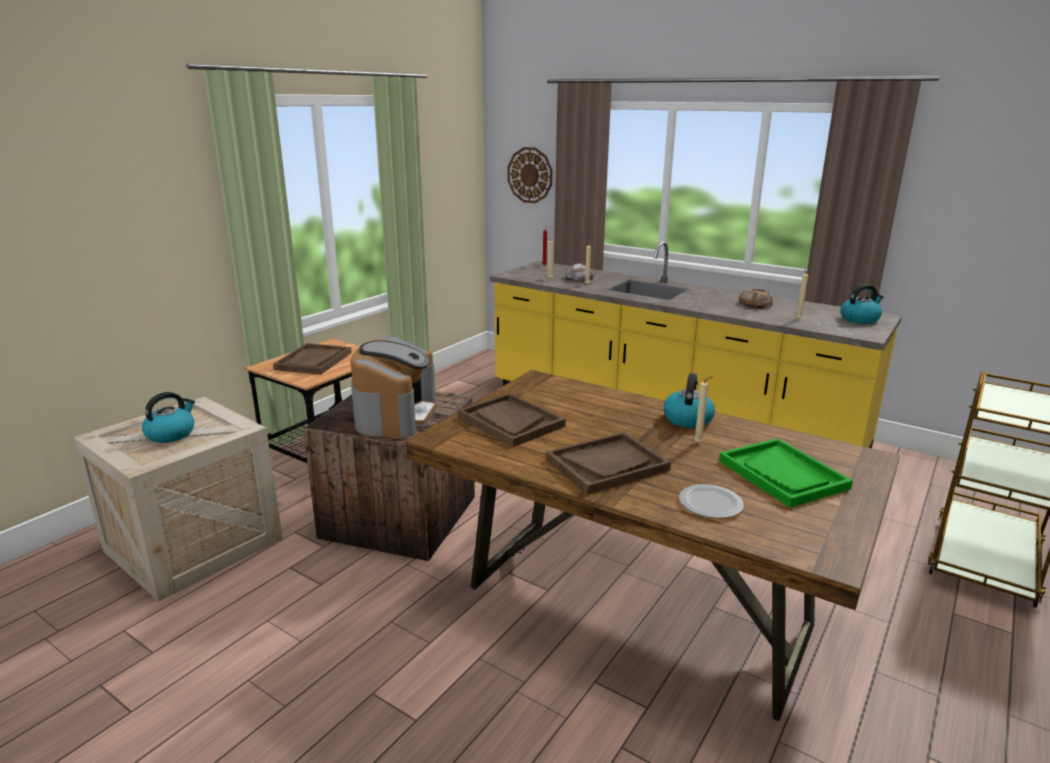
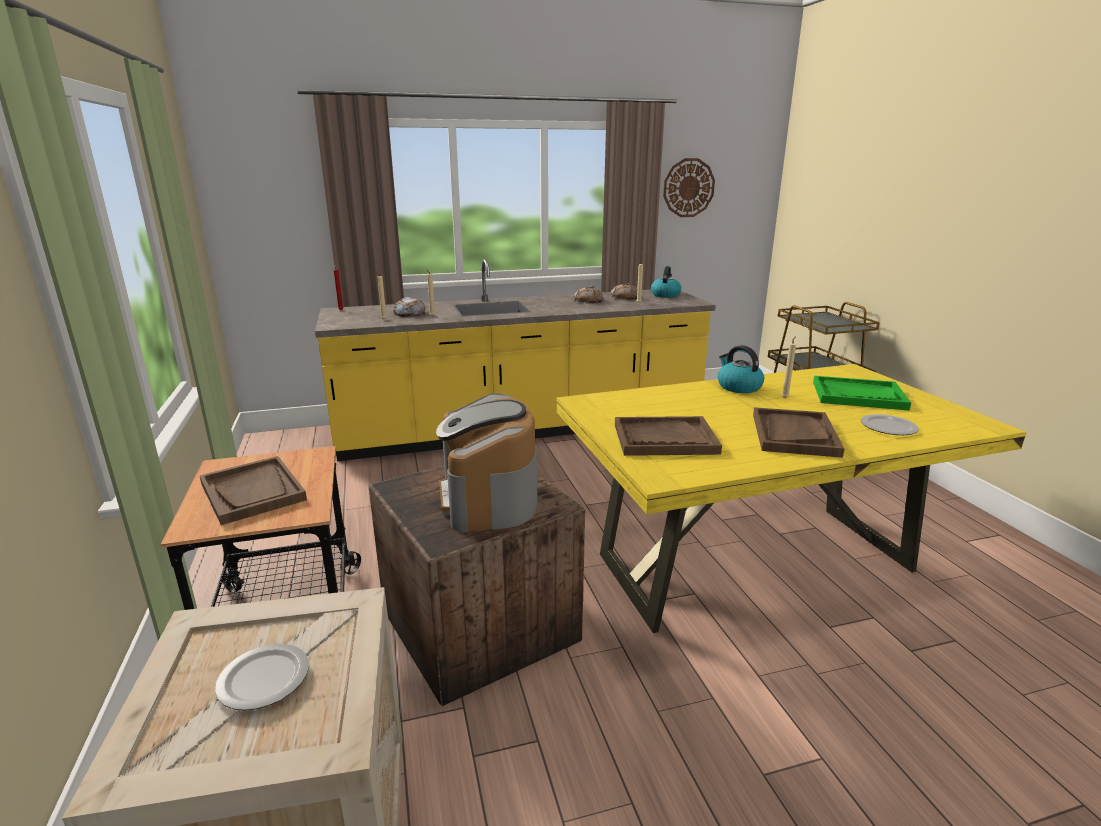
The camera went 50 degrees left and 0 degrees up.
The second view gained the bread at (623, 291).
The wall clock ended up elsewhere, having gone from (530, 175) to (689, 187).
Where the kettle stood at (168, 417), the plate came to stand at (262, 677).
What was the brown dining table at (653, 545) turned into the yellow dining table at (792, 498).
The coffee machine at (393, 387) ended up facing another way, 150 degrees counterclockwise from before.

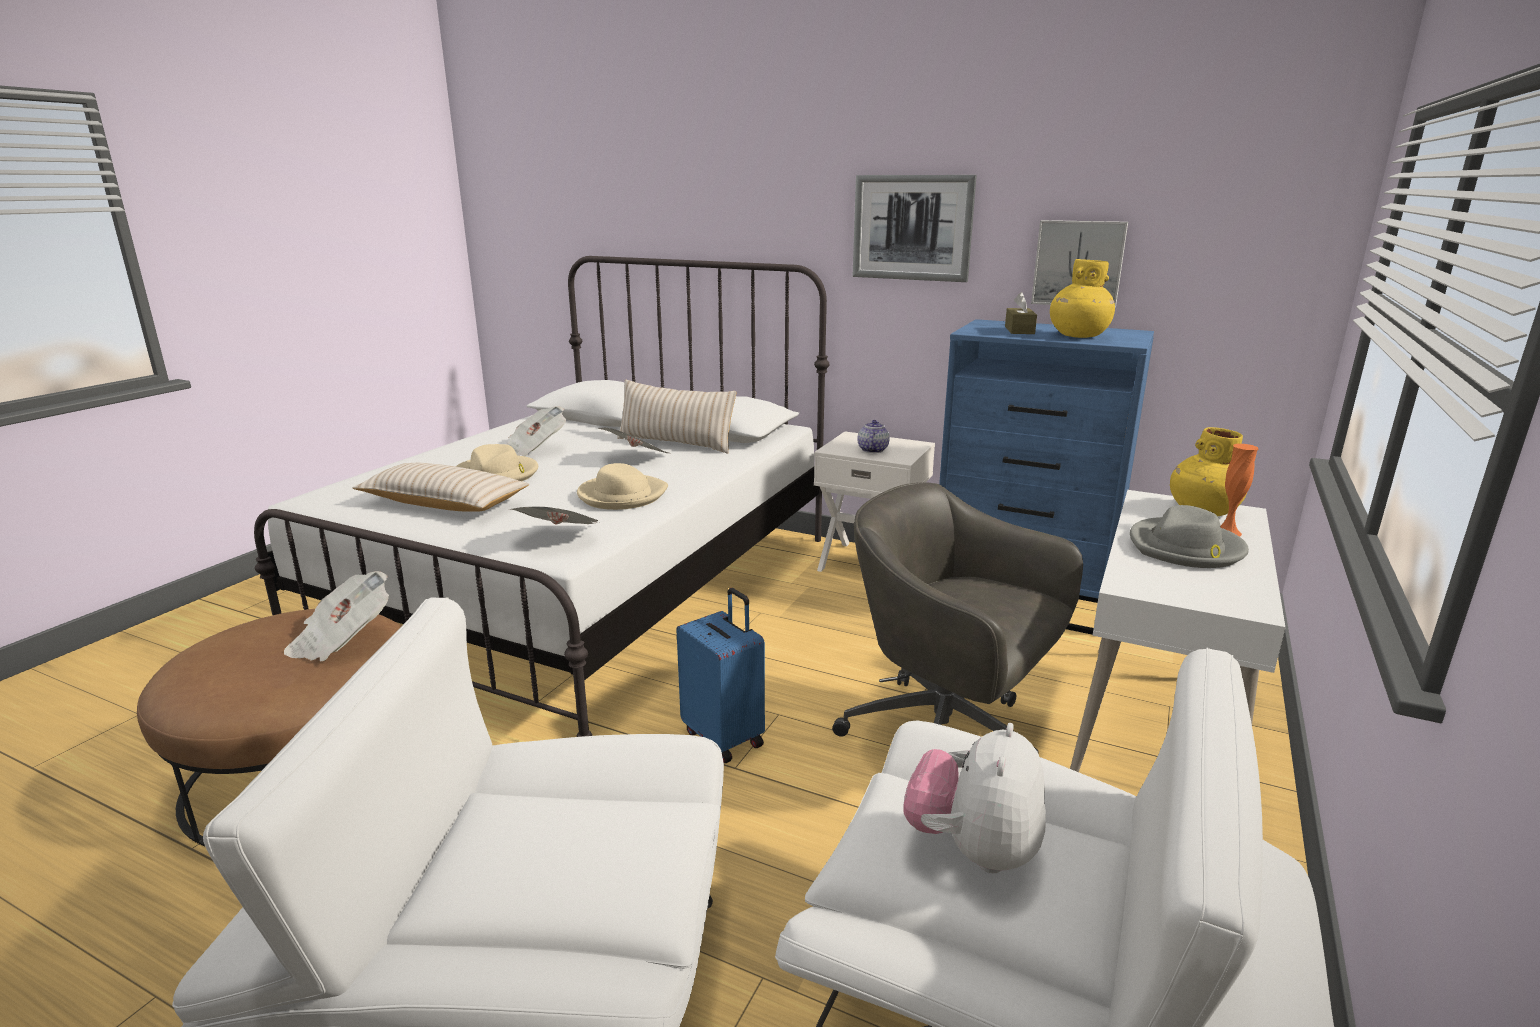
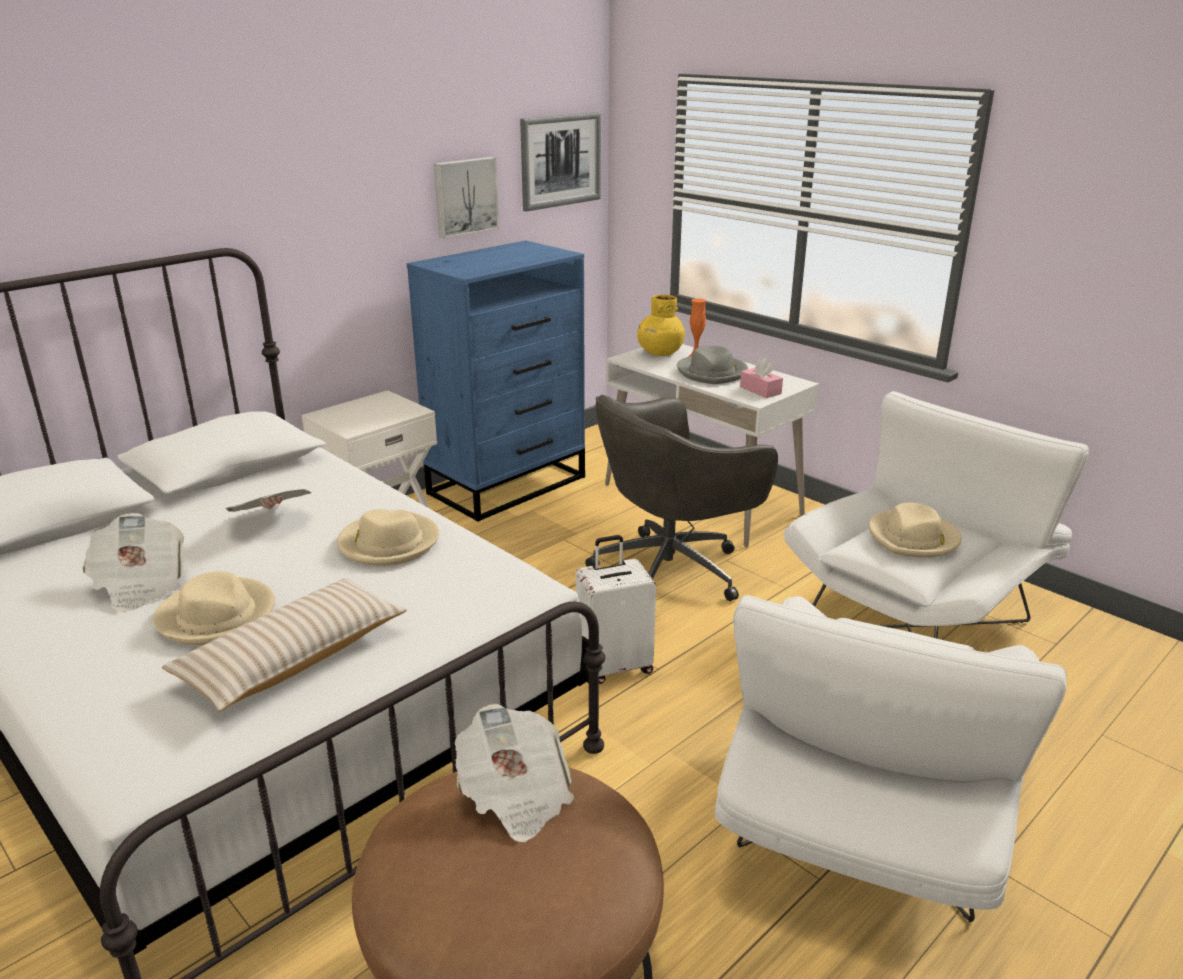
The camera went 70 degrees left and 5 degrees up.
The second view lost the newspaper at (555, 515).
The second view lost the beige pillow at (677, 417).
The second view lost the teapot at (873, 436).
The second view lost the brown tissue box at (1021, 313).
The second view lost the yellow vase at (1082, 298).
The second view gained the pink tissue box at (761, 378).
The picture ended up elsewhere, having gone from (915, 228) to (560, 161).
Where the plush toy stood at (974, 798), the beige hat came to stand at (915, 530).
What was the blue suitcase at (720, 675) turned into the white suitcase at (616, 609).

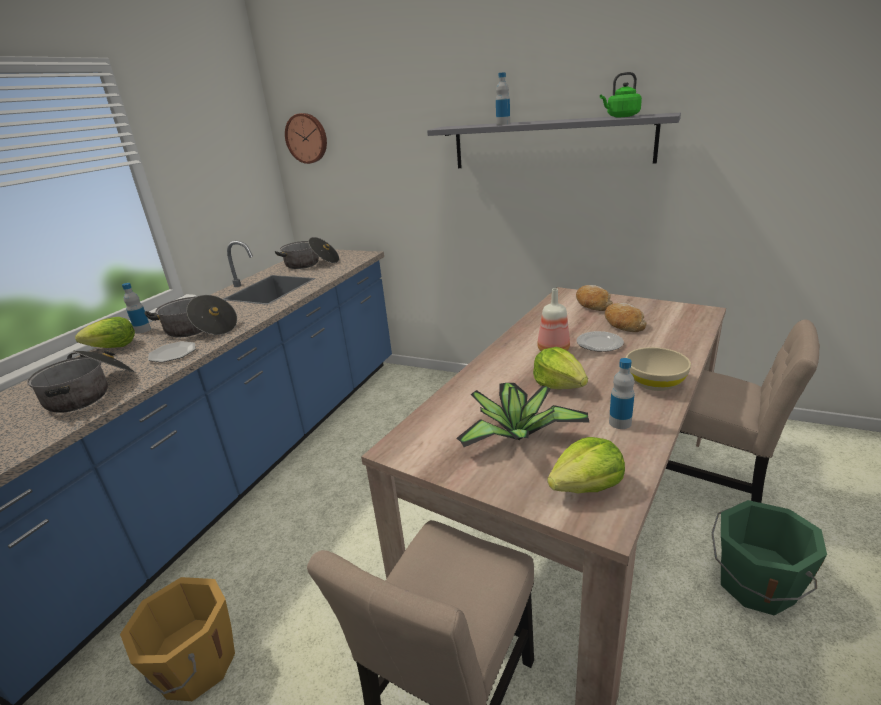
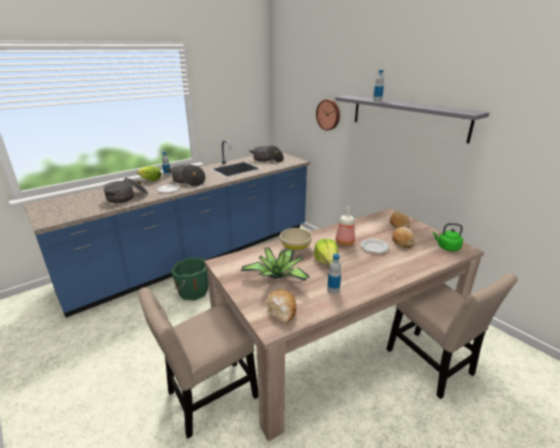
The camera went 25 degrees right and 0 degrees up.
The second view lost the orange bucket at (177, 639).
The wall clock ended up elsewhere, having gone from (306, 138) to (328, 114).
The green kettle ended up elsewhere, having gone from (621, 94) to (448, 237).
The beige bowl ended up elsewhere, having gone from (658, 369) to (296, 239).
The green bucket ended up elsewhere, having gone from (769, 558) to (189, 279).
Where the lettuce stood at (586, 465), the bread came to stand at (281, 306).

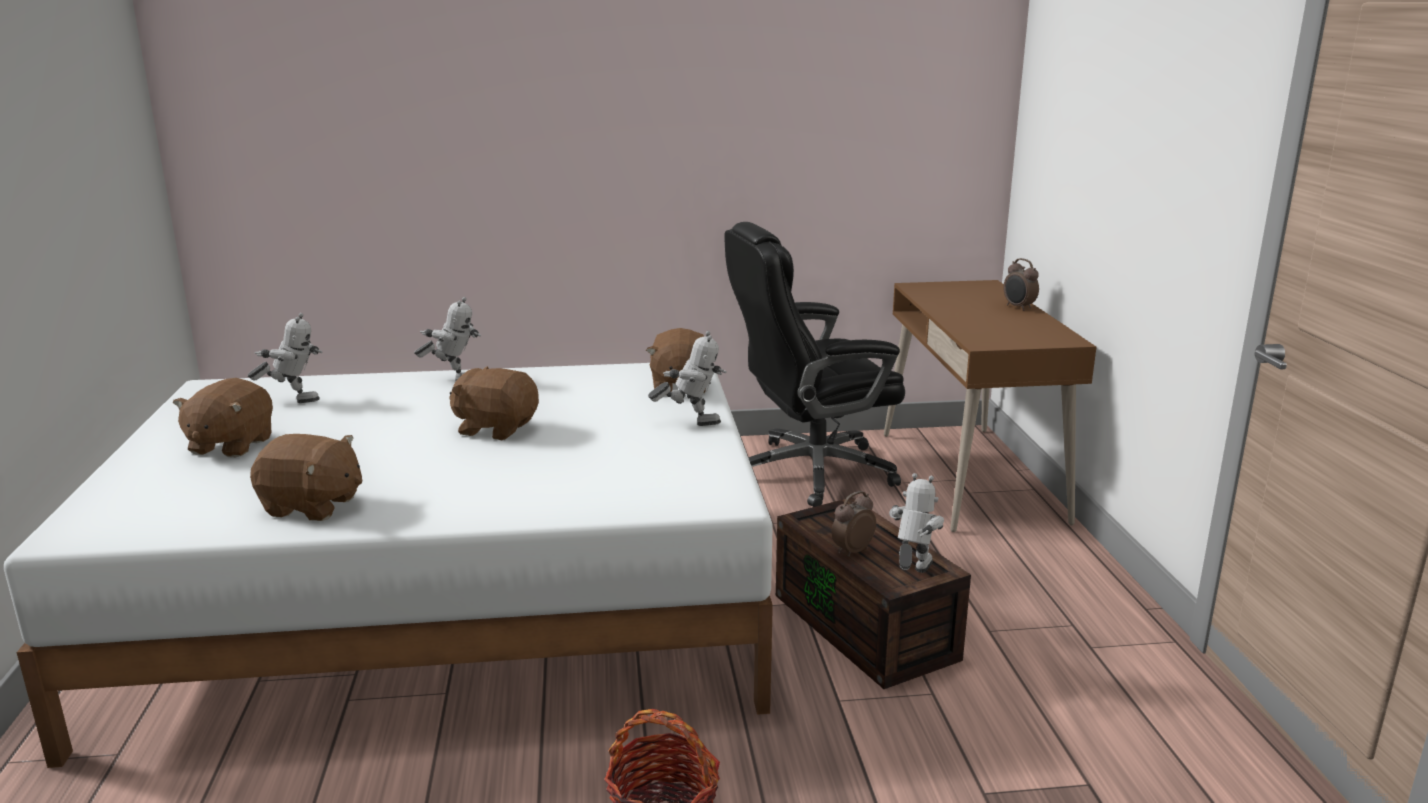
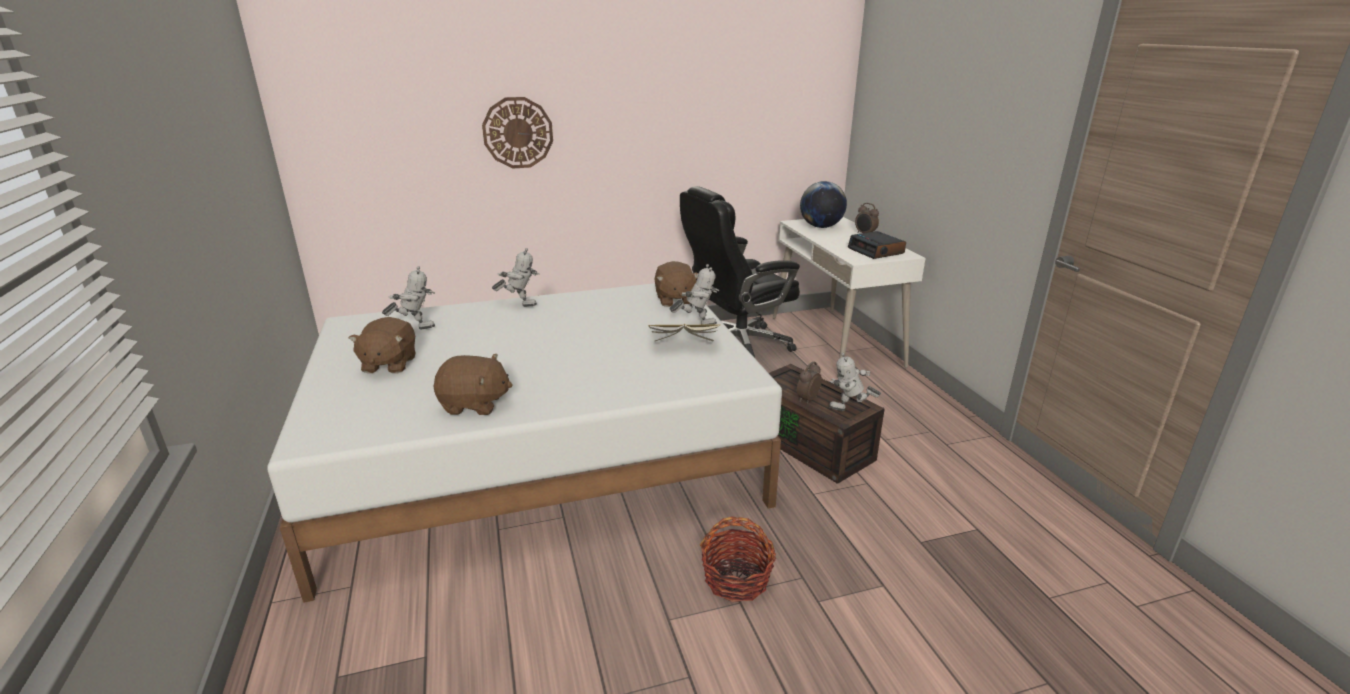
The camera went 10 degrees left and 5 degrees up.
The second view lost the brown plush toy at (494, 403).
The second view gained the wall clock at (517, 133).
The second view gained the book at (684, 332).
The second view gained the globe at (823, 204).
The second view gained the alarm clock at (877, 245).
What was the brown desk at (990, 406) turned into the white desk at (849, 297).
The toy robot at (916, 523) ended up facing another way, 105 degrees counterclockwise from before.

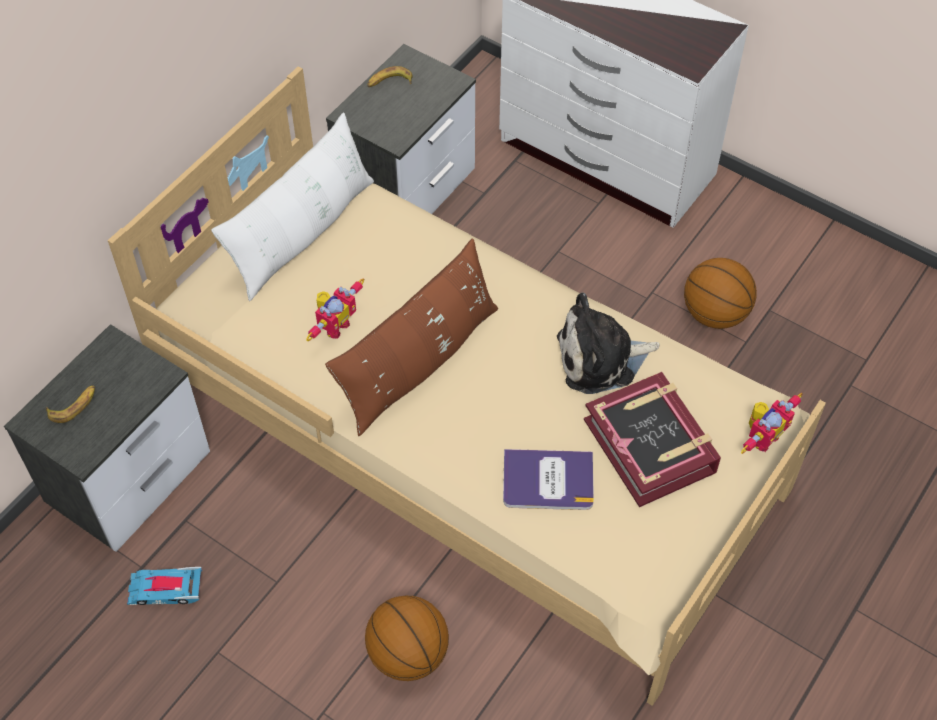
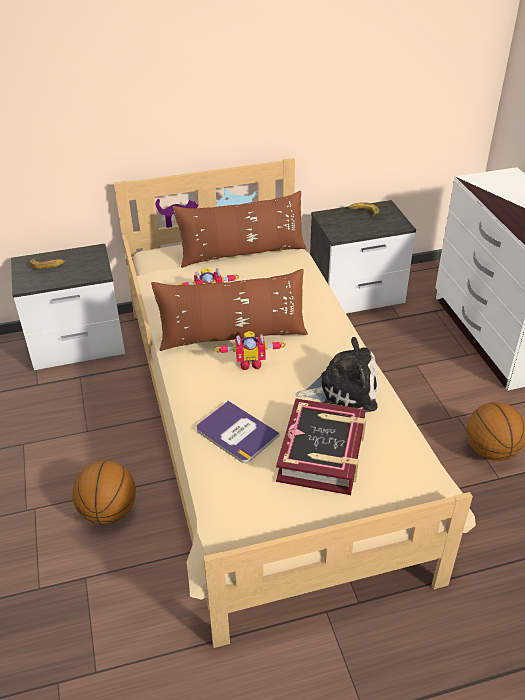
The camera went 40 degrees right and 15 degrees down.
The second view lost the toy car at (164, 586).
The toy robot ended up elsewhere, having gone from (772, 423) to (250, 350).
What was the white pillow at (292, 207) turned into the brown pillow at (240, 229).
The plush toy at (608, 343) ended up facing another way, 150 degrees clockwise from before.

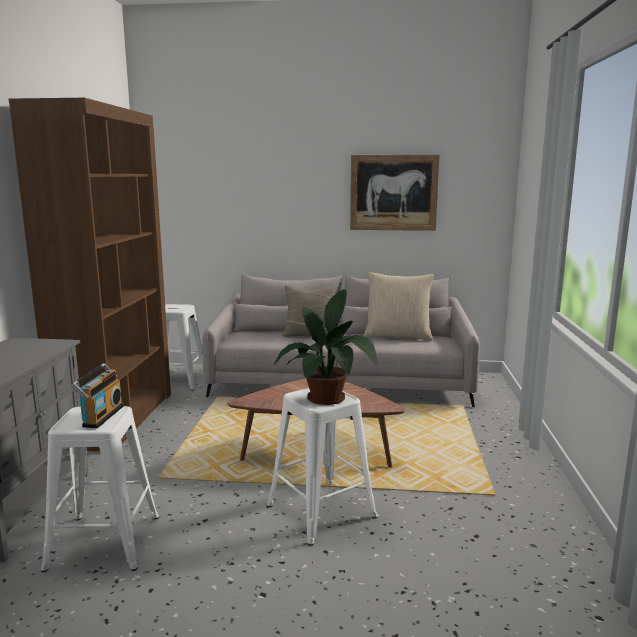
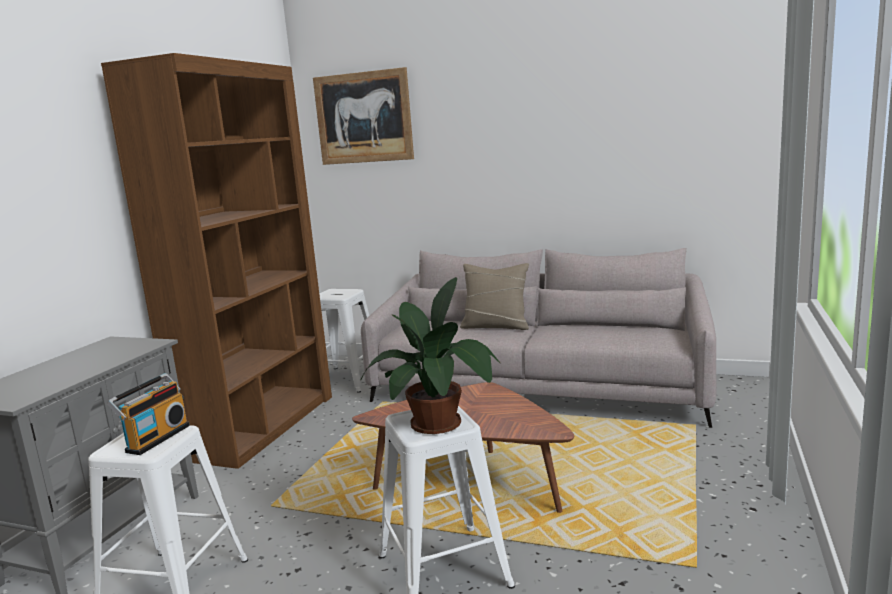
The camera went 15 degrees right and 0 degrees up.
The second view lost the beige pillow at (399, 306).
The picture ended up elsewhere, having gone from (394, 193) to (363, 116).

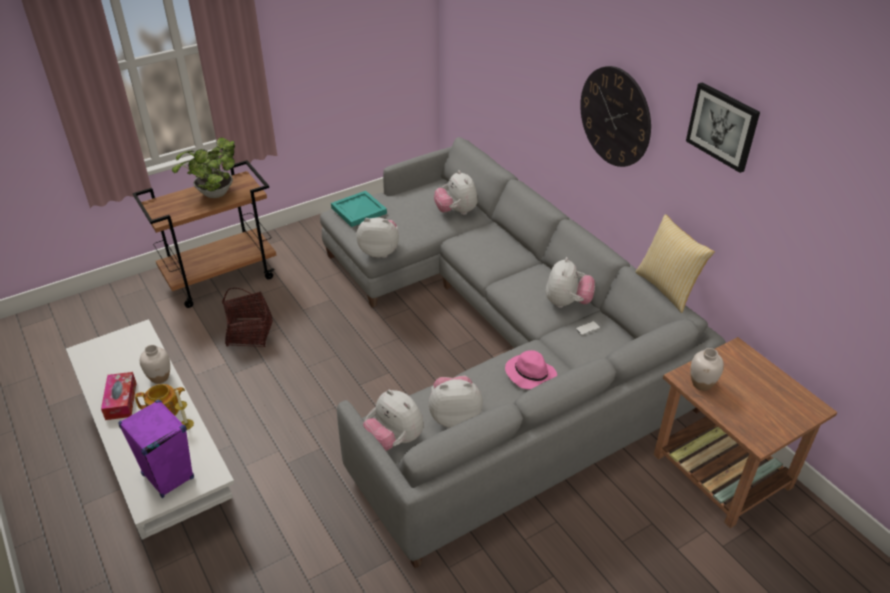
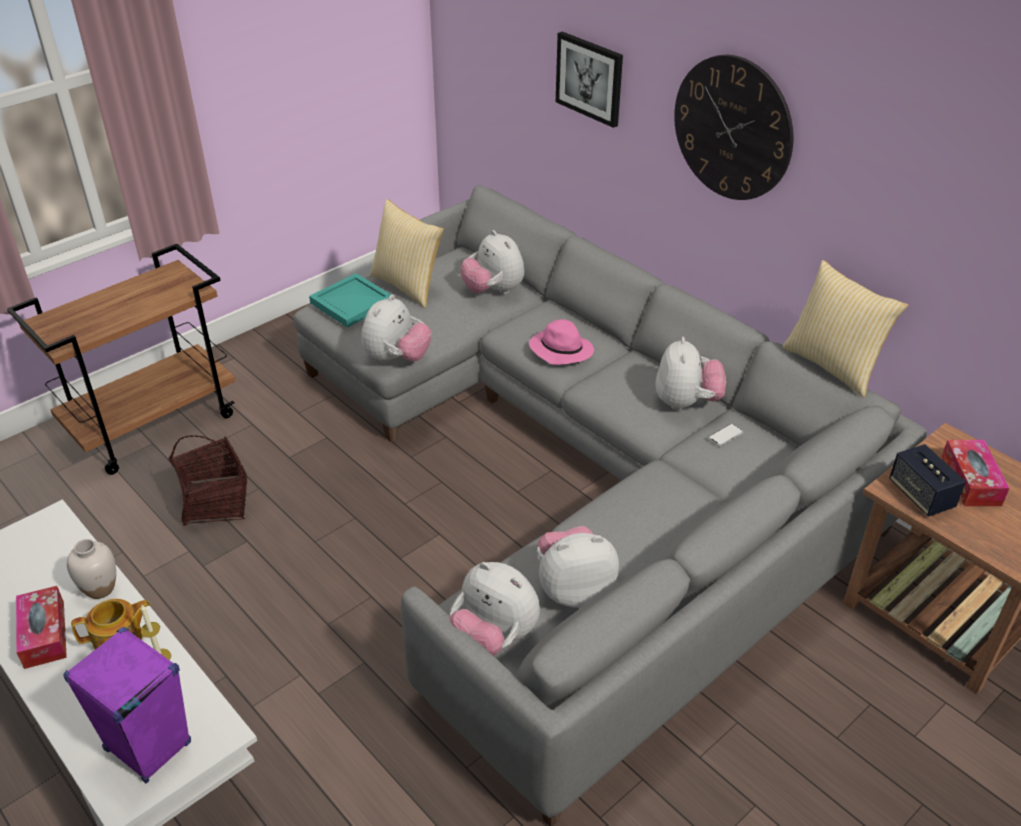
The camera went 10 degrees left and 0 degrees up.
The second view lost the potted plant at (203, 167).
The second view gained the pillow at (407, 253).
The second view gained the tissue box at (975, 473).
The pink hat ended up elsewhere, having gone from (531, 369) to (561, 342).
The picture ended up elsewhere, having gone from (723, 127) to (589, 80).
Where the white vase stood at (707, 369), the speaker came to stand at (927, 480).
The plush toy at (377, 237) ended up facing another way, 120 degrees clockwise from before.

